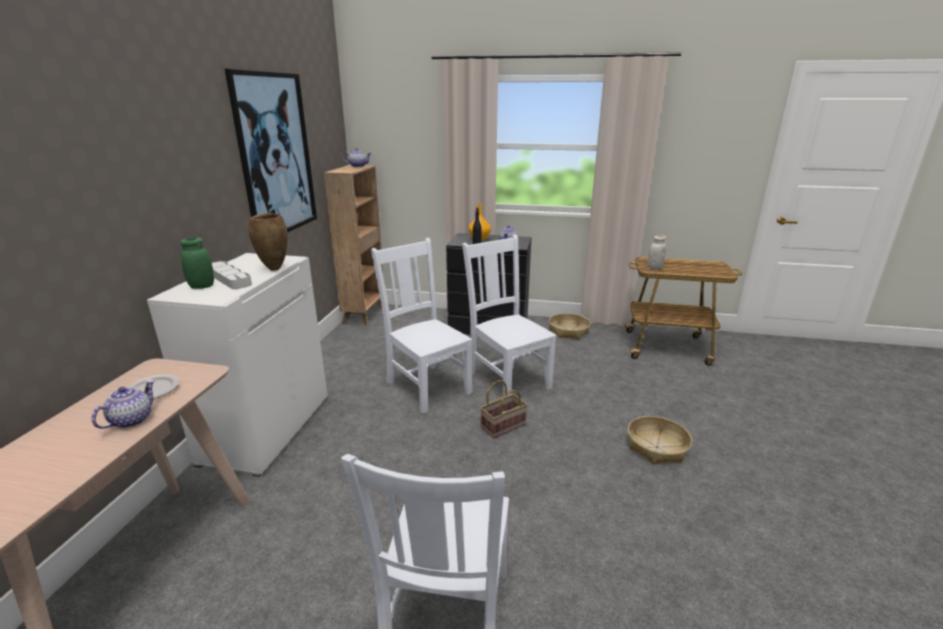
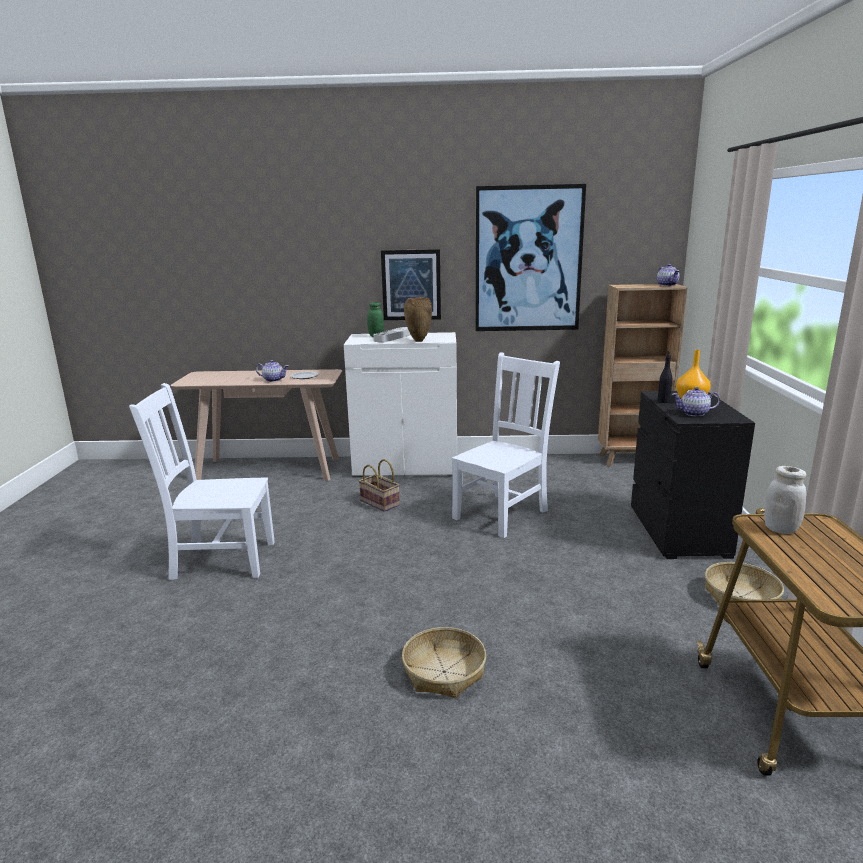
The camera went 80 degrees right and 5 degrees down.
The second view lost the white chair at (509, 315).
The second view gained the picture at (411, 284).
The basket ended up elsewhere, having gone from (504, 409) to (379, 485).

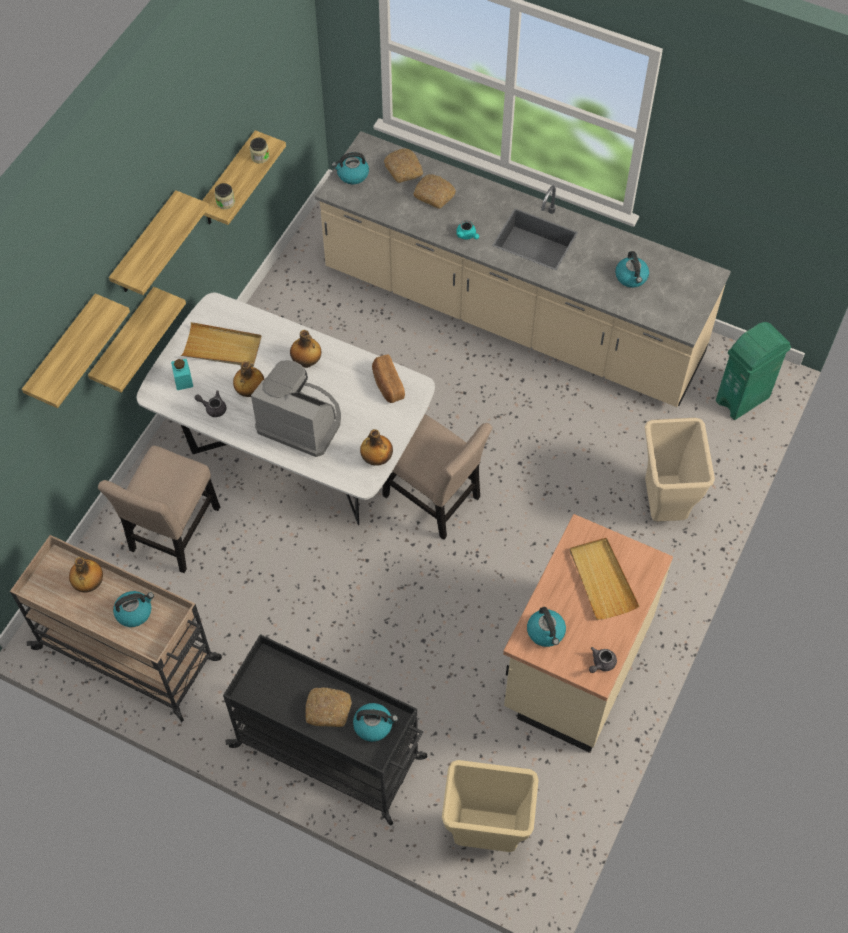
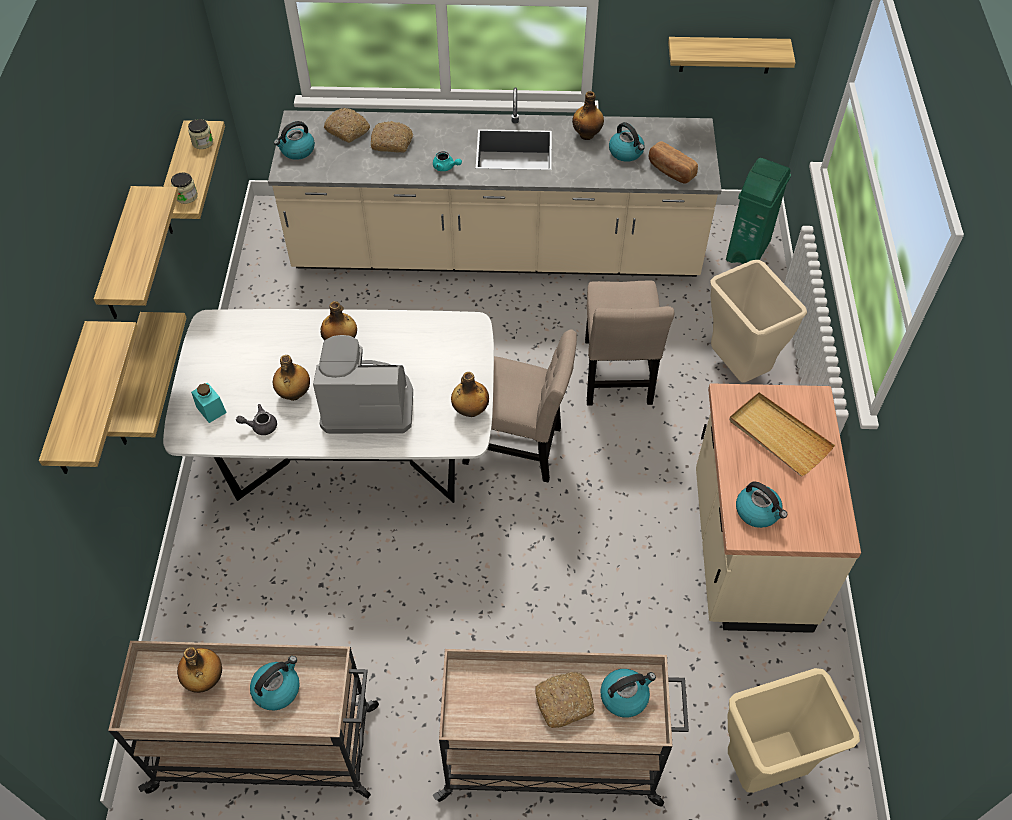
The camera went 25 degrees left and 5 degrees down.
The second view lost the beige tray at (221, 344).
The second view lost the grey teapot at (603, 660).
The second view gained the bottle at (588, 115).
The second view gained the shelf at (732, 55).
The beige chair ended up elsewhere, having gone from (159, 509) to (629, 343).
The bread ended up elsewhere, having gone from (388, 379) to (673, 162).
What was the black cart at (325, 730) turned into the beige cart at (561, 728).

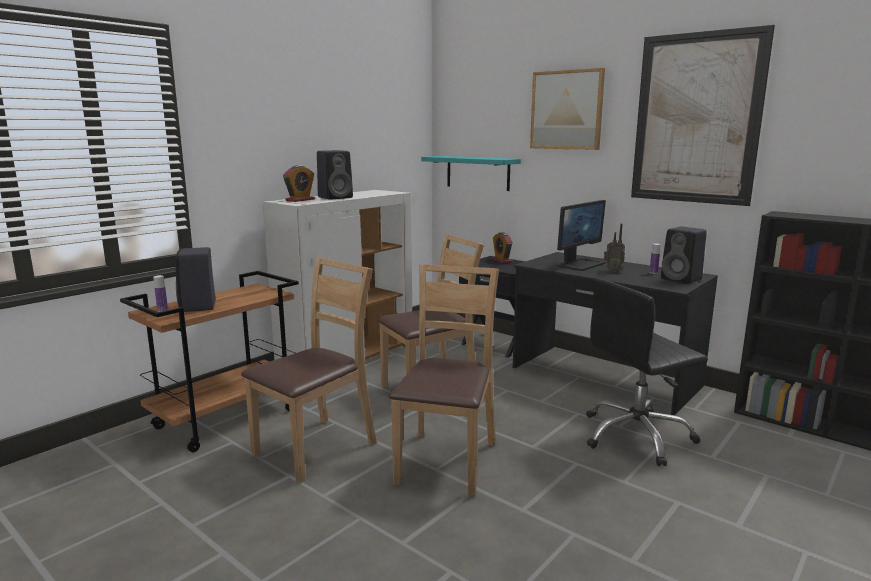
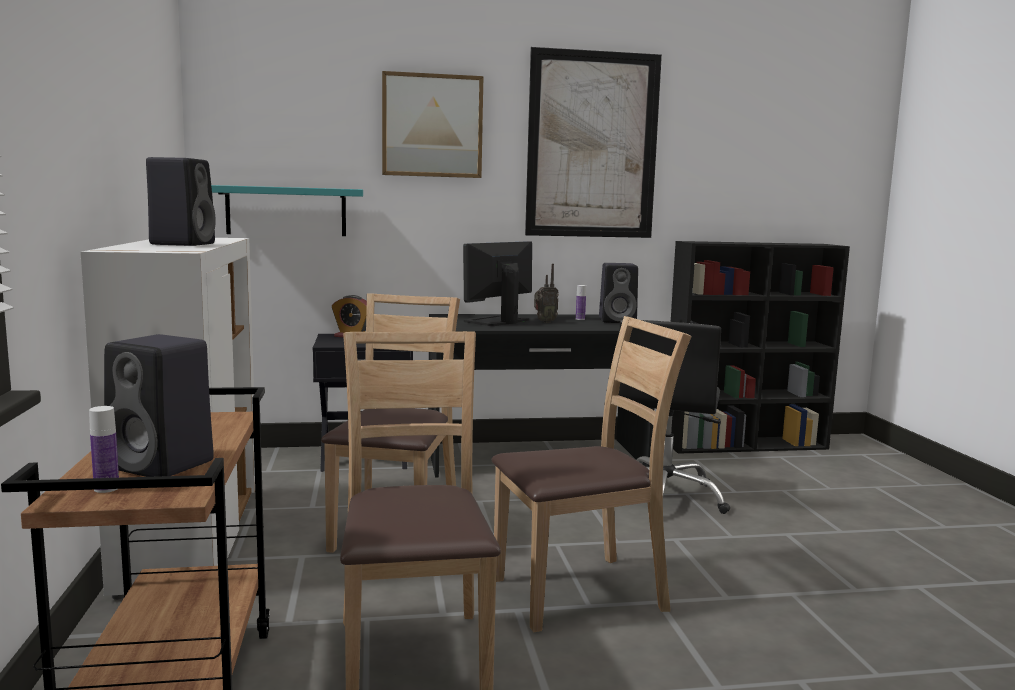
The camera went 50 degrees left and 5 degrees down.
The second view lost the alarm clock at (299, 183).
The brown chair at (444, 380) ended up facing another way, 105 degrees clockwise from before.
The monitor at (581, 235) ended up facing another way, 135 degrees counterclockwise from before.

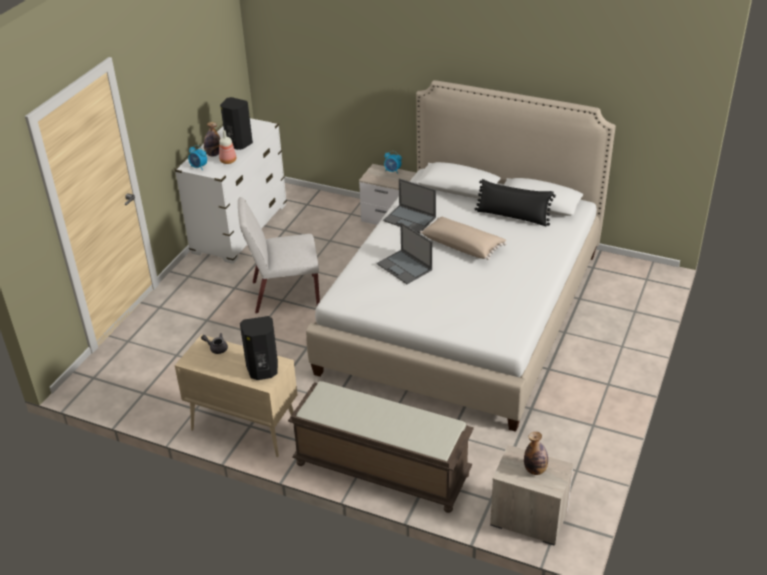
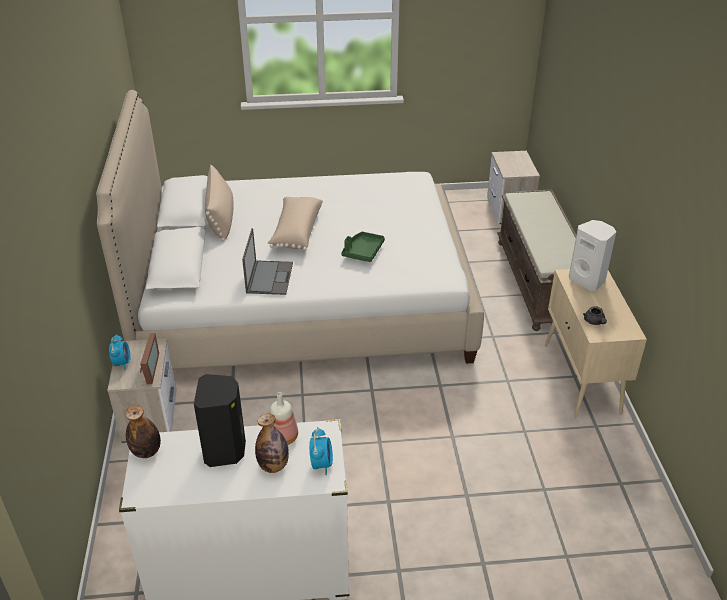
The camera went 120 degrees left and 0 degrees up.
The second view lost the white chair at (279, 255).
The second view gained the picture frame at (149, 358).
The bottle ended up elsewhere, having gone from (536, 453) to (143, 431).
Where the laptop stood at (404, 253), the green tray came to stand at (363, 247).
What was the black speaker at (259, 348) turned into the white speaker at (592, 255).
What was the black pillow at (515, 202) turned into the beige pillow at (219, 203).

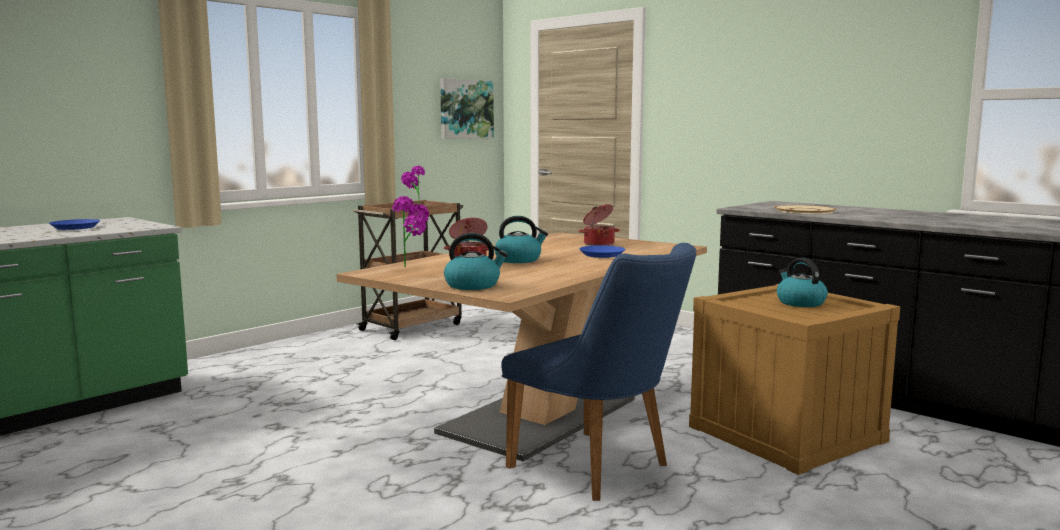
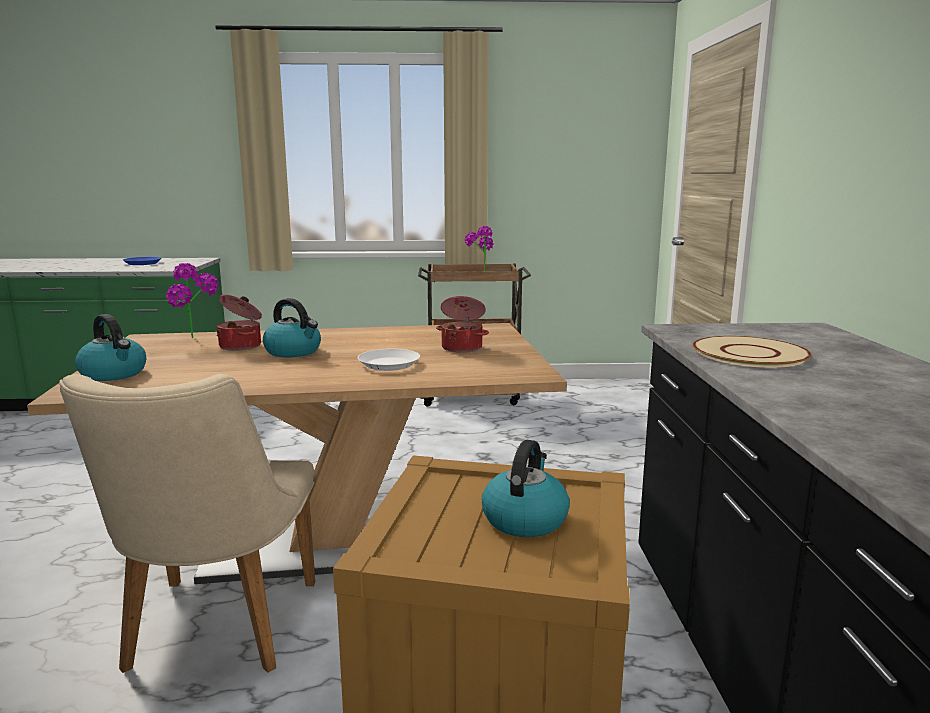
The camera went 45 degrees right and 5 degrees up.
The second view lost the picture at (467, 108).
What was the blue chair at (598, 372) turned into the beige chair at (187, 523).
What was the blue plate at (602, 251) turned into the white plate at (389, 360).

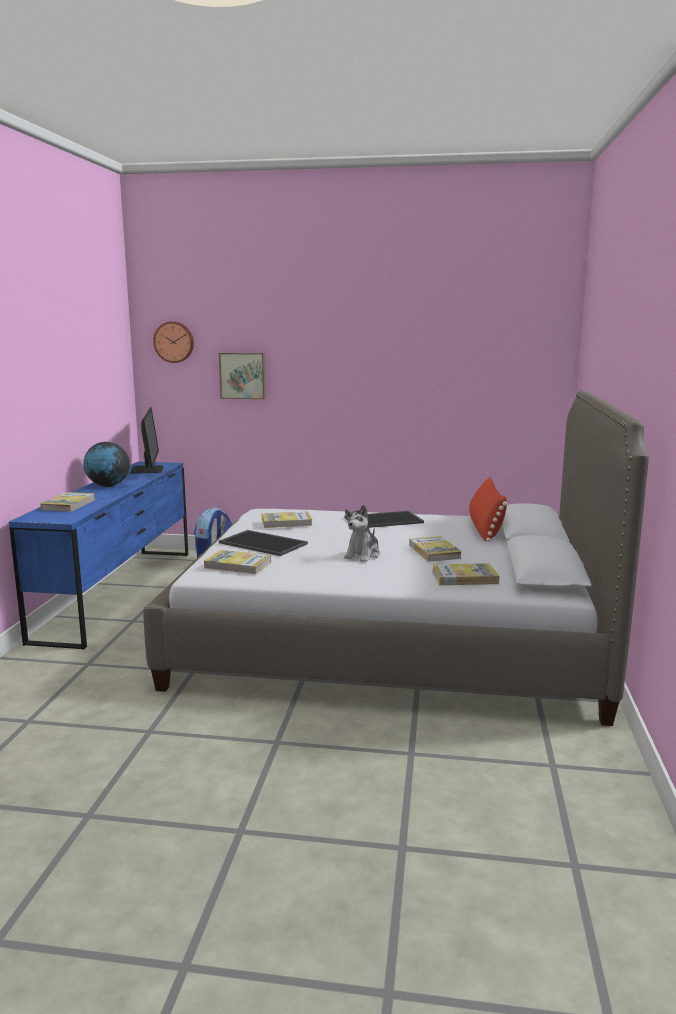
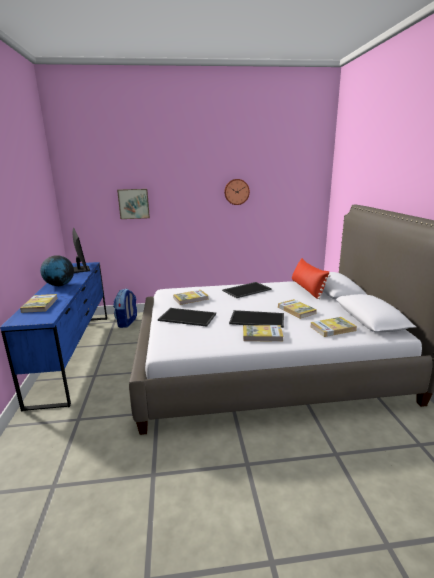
The camera went 15 degrees left and 5 degrees up.
The wall clock ended up elsewhere, having gone from (173, 342) to (237, 192).
The book ended up elsewhere, having gone from (237, 562) to (263, 333).
Where the plush toy stood at (362, 533), the tray came to stand at (256, 319).

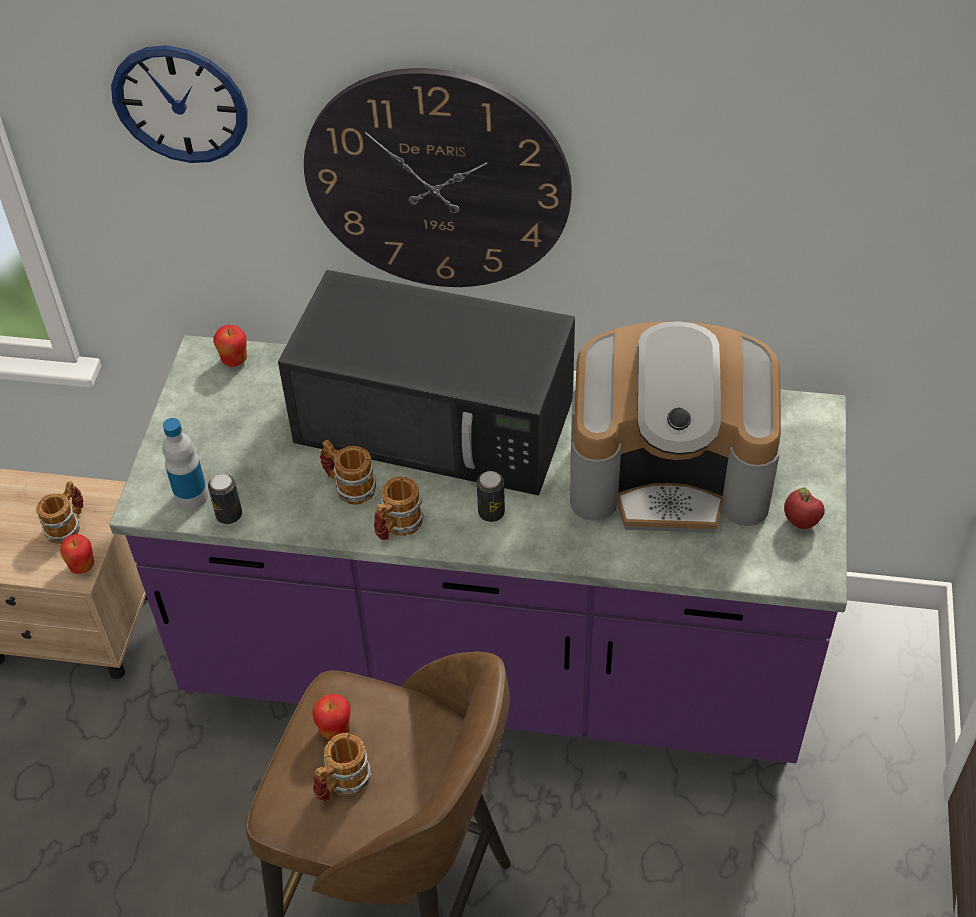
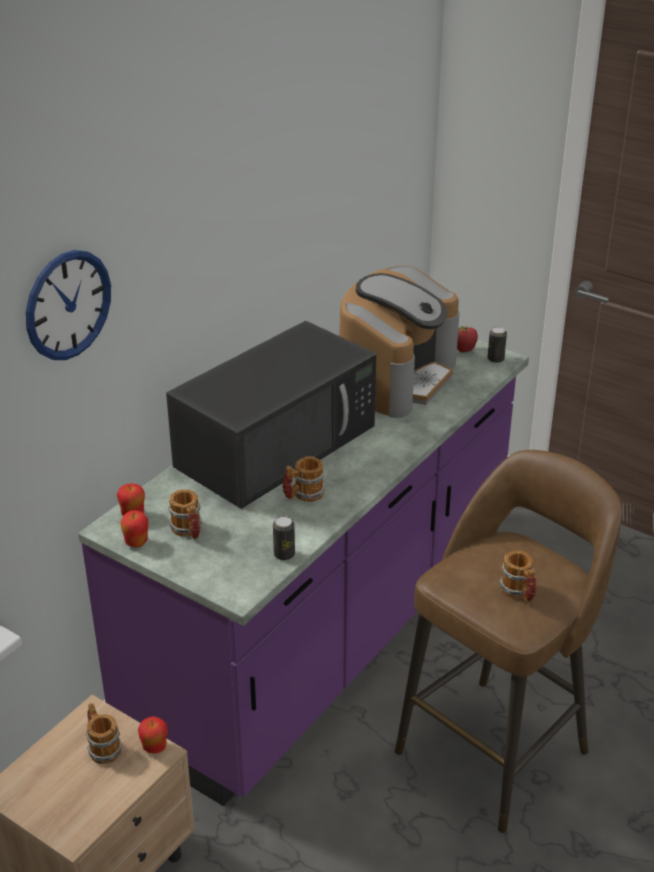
The camera went 65 degrees left and 15 degrees down.
The second view lost the bottle at (185, 464).
The second view lost the wall clock at (438, 177).
The apple ended up elsewhere, having gone from (331, 717) to (134, 529).
The mug ended up elsewhere, having gone from (399, 508) to (185, 514).
The can ended up elsewhere, having gone from (491, 496) to (497, 345).

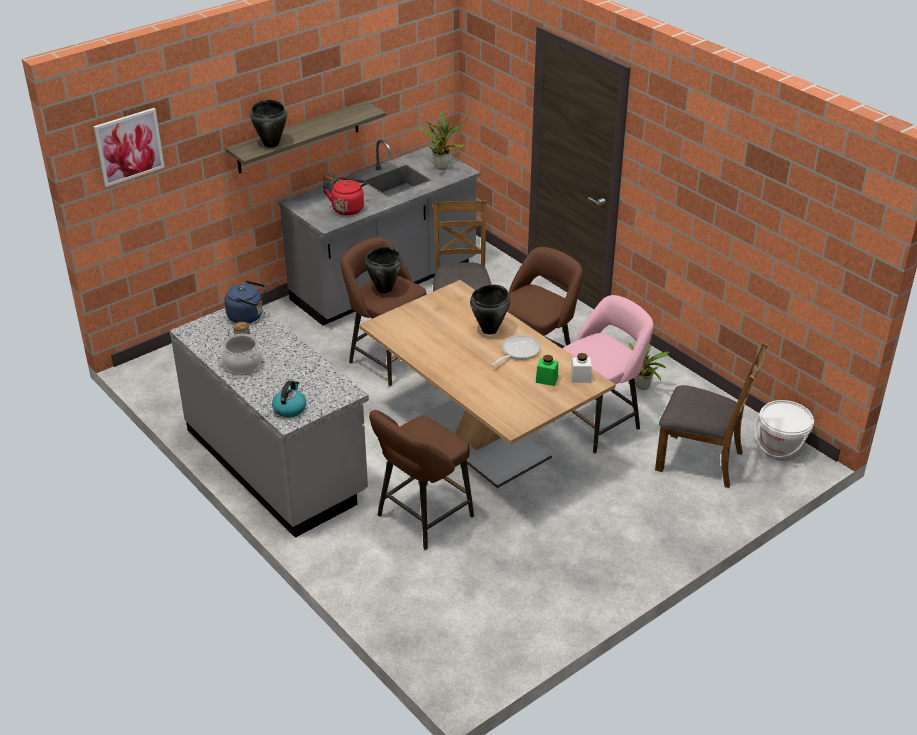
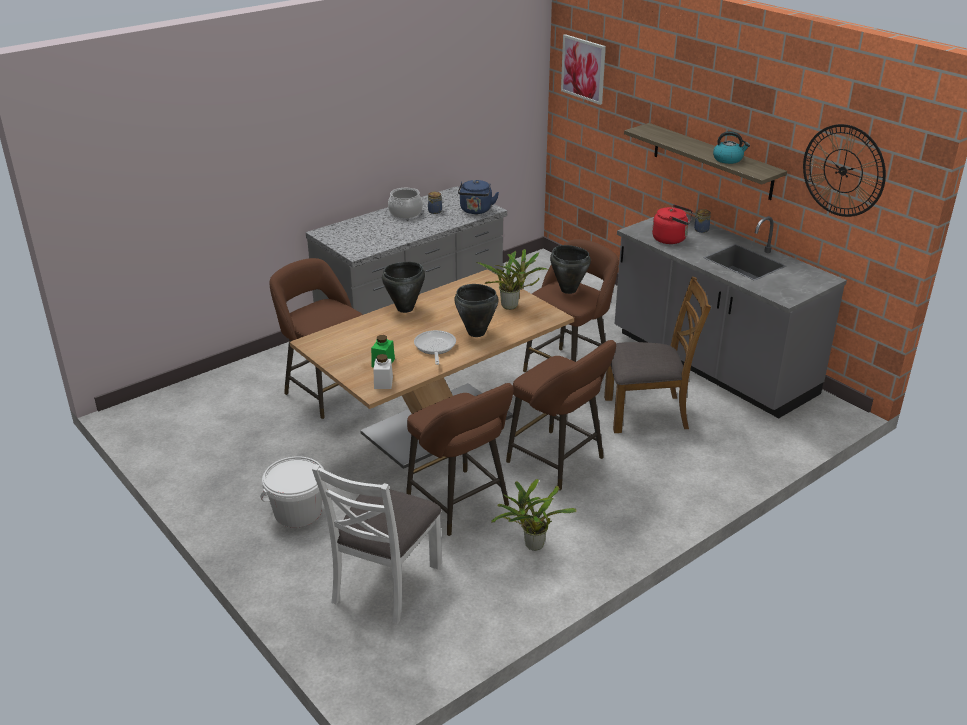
The camera went 90 degrees right and 5 degrees down.
The second view gained the wall clock at (844, 170).
The black cooking pot ended up elsewhere, having gone from (268, 124) to (403, 287).
The kettle ended up elsewhere, having gone from (289, 399) to (731, 147).
The potted plant ended up elsewhere, having gone from (442, 141) to (512, 279).
The white bucket ended up elsewhere, having gone from (784, 430) to (292, 491).
What was the pink stool at (603, 374) turned into the brown stool at (459, 459).
What was the brown chair at (711, 415) turned into the white chair at (377, 544).
The frying pan at (516, 350) ended up facing another way, 135 degrees counterclockwise from before.

